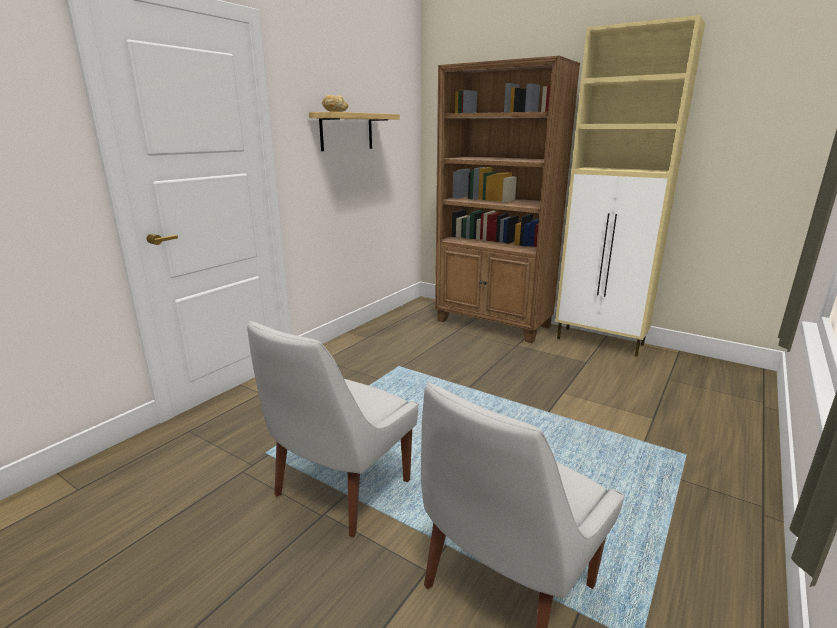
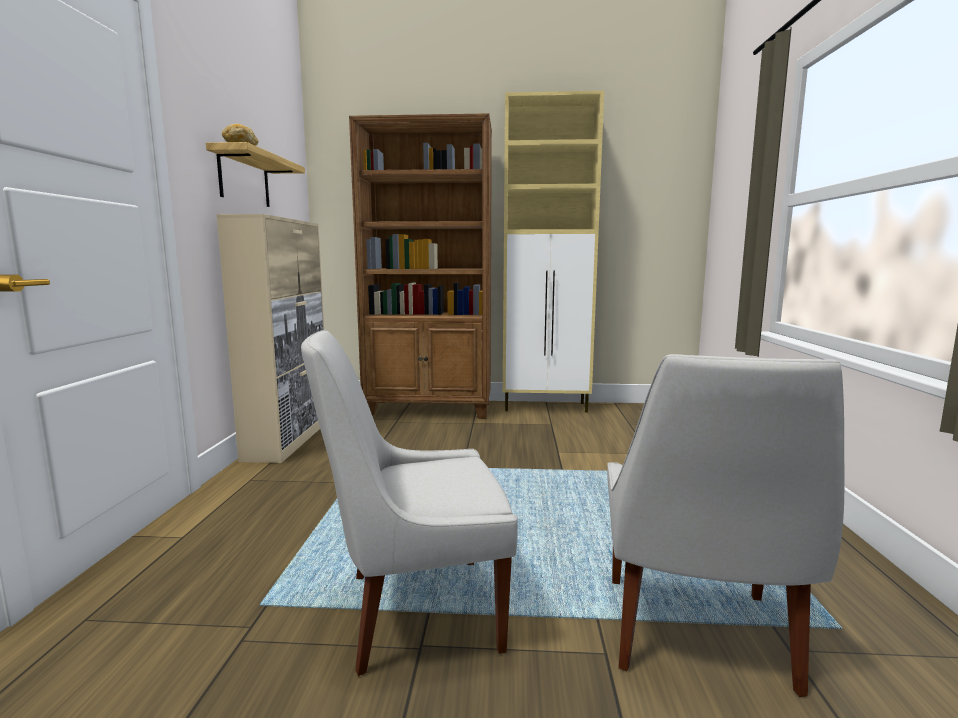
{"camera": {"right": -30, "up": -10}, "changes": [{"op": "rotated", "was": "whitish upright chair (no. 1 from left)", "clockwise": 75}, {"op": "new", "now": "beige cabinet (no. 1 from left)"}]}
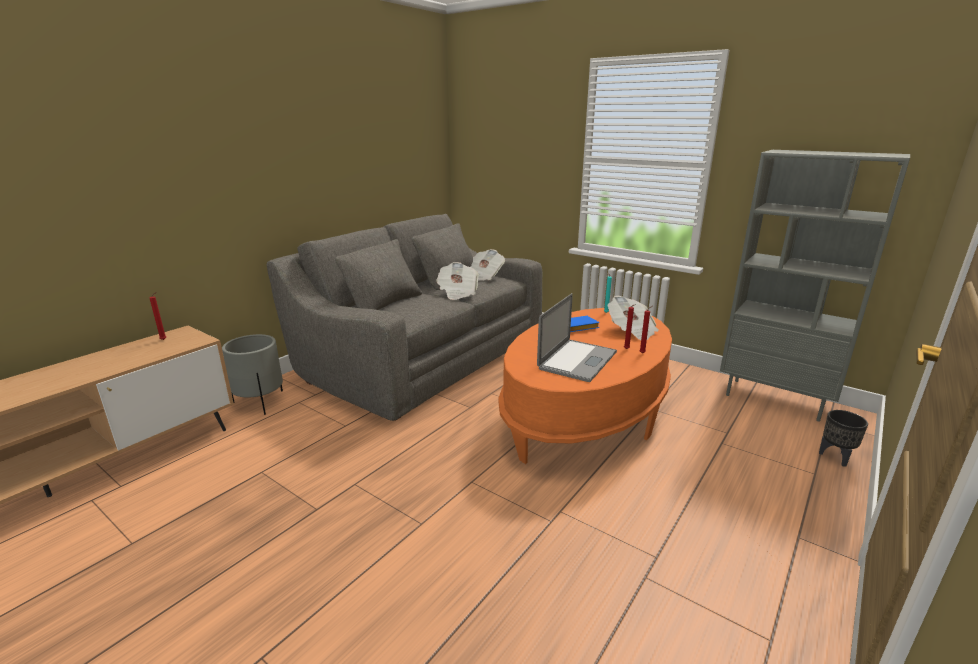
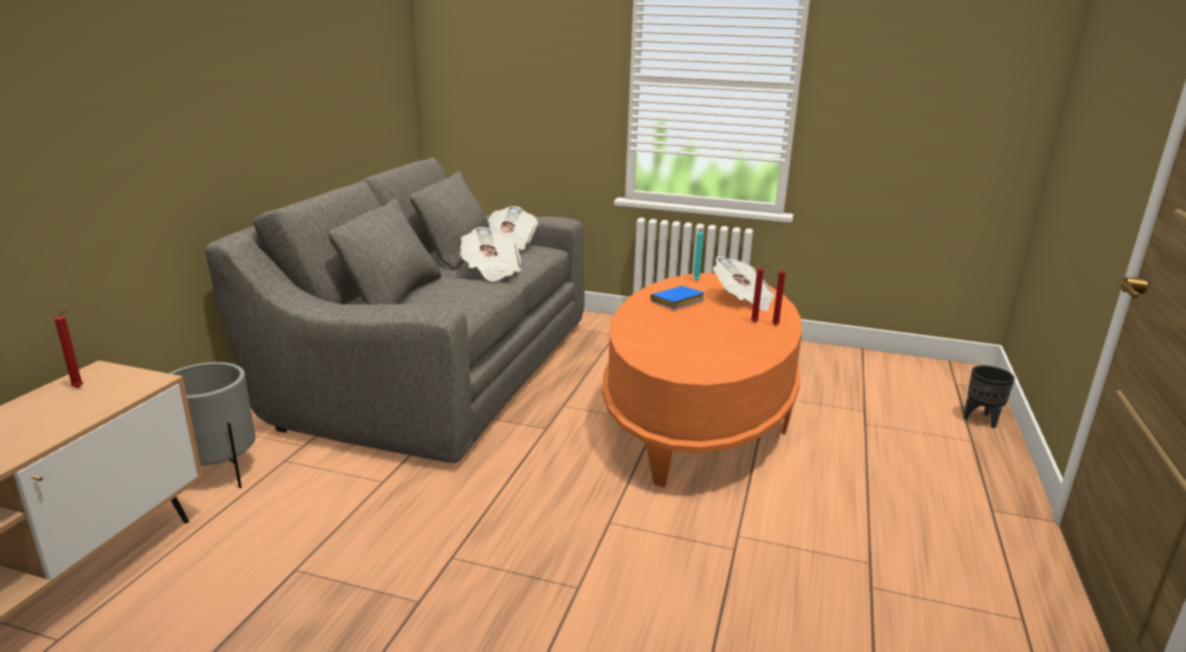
{"camera": {"right": -20, "up": 0}, "changes": [{"op": "gone", "was": "greyish bookshelf"}, {"op": "gone", "was": "notebook computer"}]}
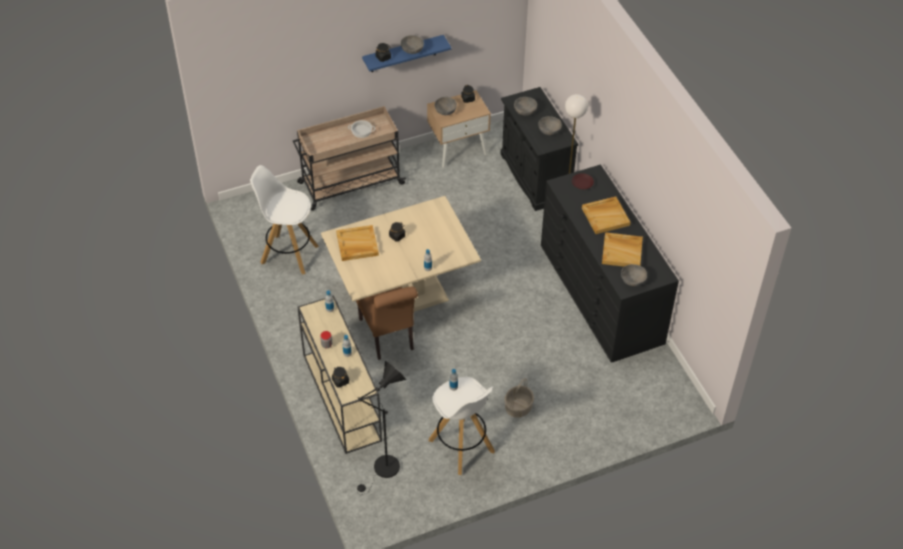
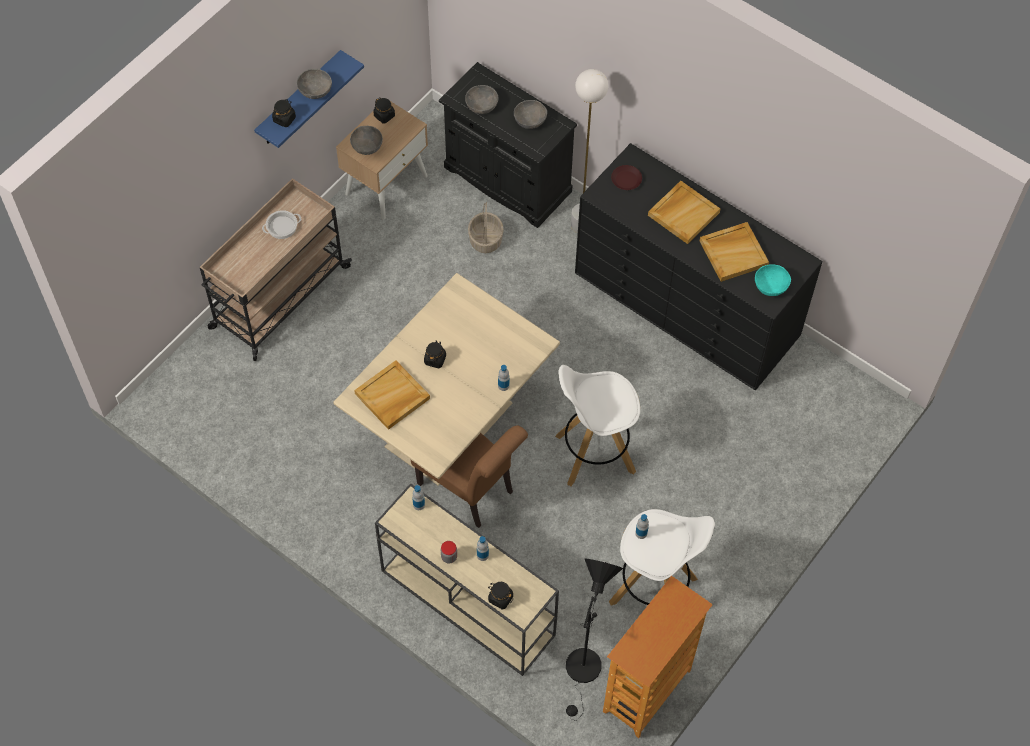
{"camera": {"right": -30, "up": 10}, "changes": [{"op": "shifted", "was": "whitish stool seat (no. 1 from left)"}, {"op": "repainted", "was": "greyish bowl (no. 5 from left)", "now": "blue-green bowl"}, {"op": "shifted", "was": "household basket"}, {"op": "new", "now": "bookshelf"}]}
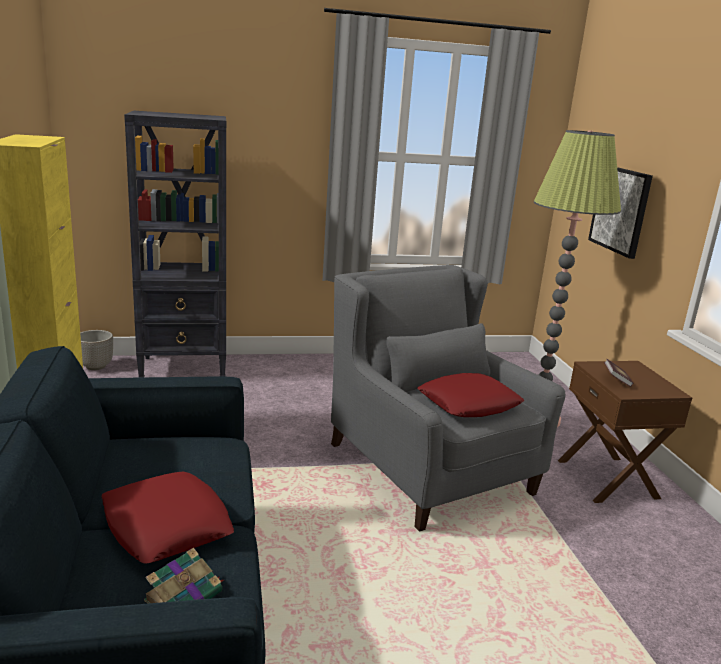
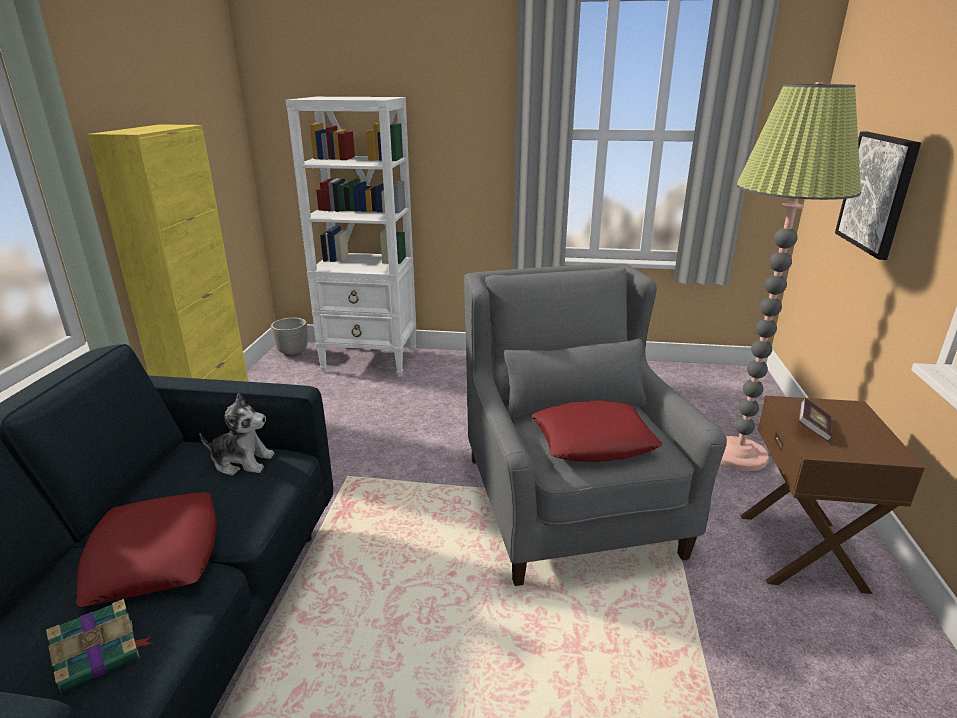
{"camera": {"right": 20, "up": 5}, "changes": [{"op": "repainted", "was": "blackish bookshelf", "now": "whitish bookshelf"}, {"op": "new", "now": "plush toy"}]}
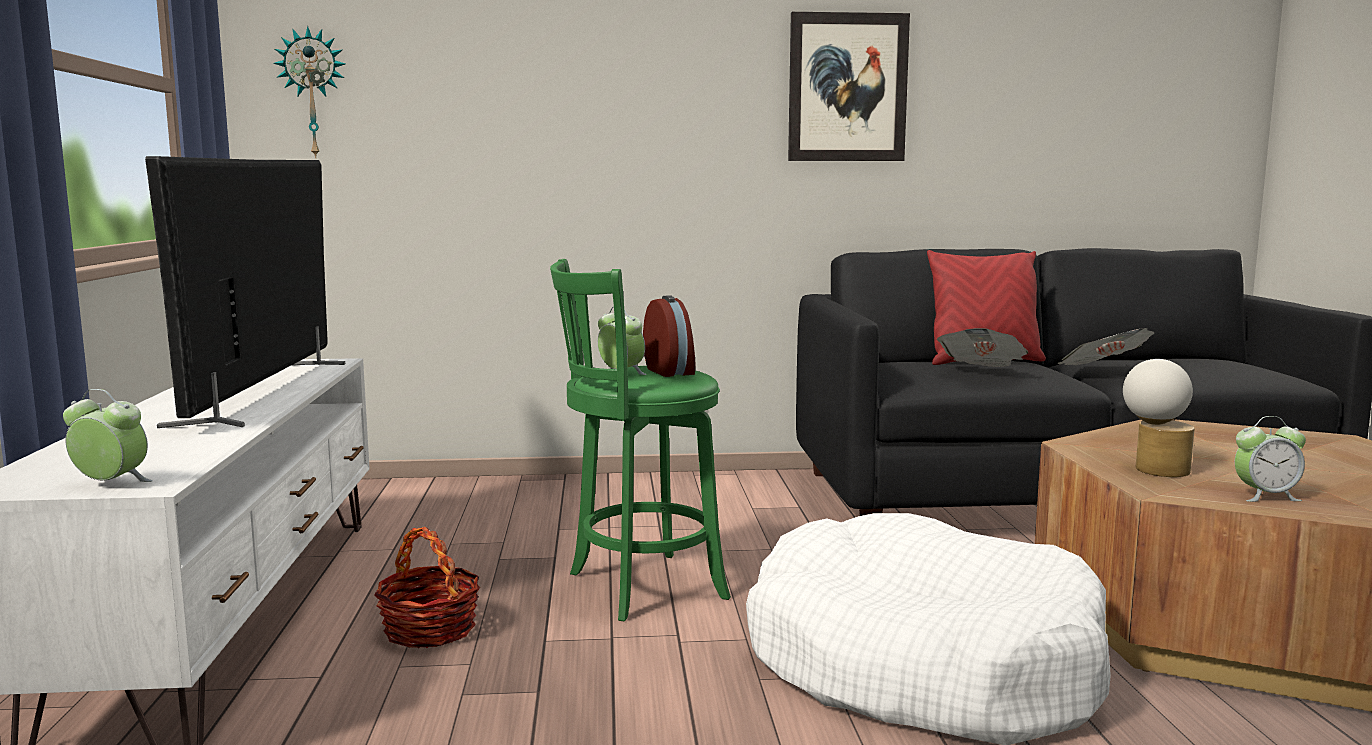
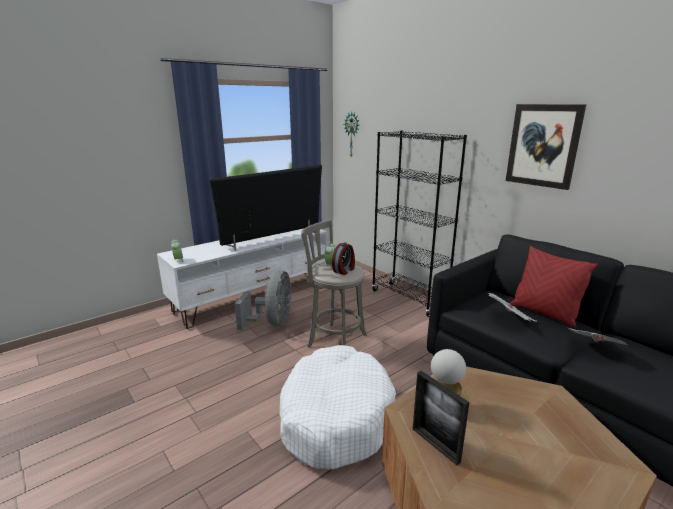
{"camera": {"right": 55, "up": 10}, "changes": [{"op": "repainted", "was": "greenish stool seat", "now": "greyish stool seat"}, {"op": "swapped", "was": "bedside clock (no. 4 from left)", "now": "picture frame"}, {"op": "swapped", "was": "household basket", "now": "greyish electric fan"}, {"op": "new", "now": "blackish bookshelf"}]}
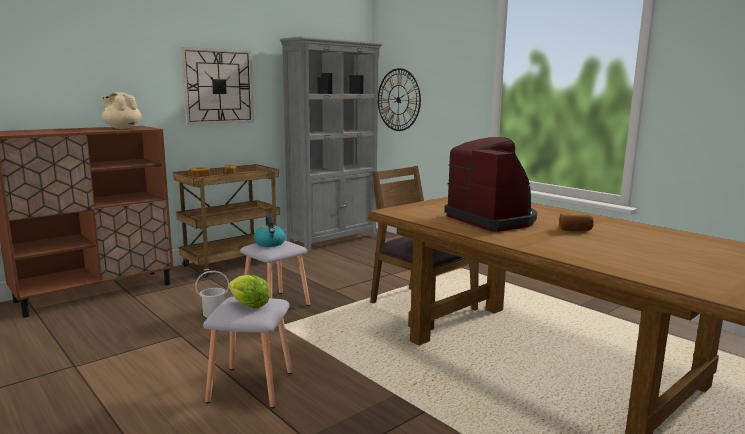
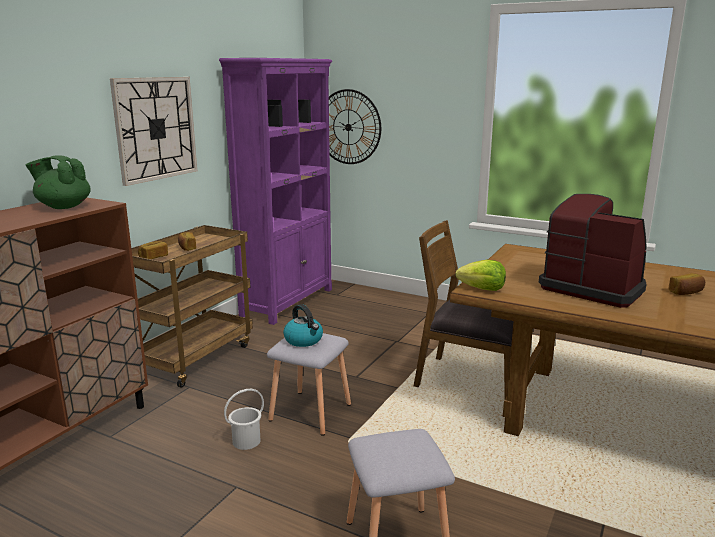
{"camera": {"right": -20, "up": 5}, "changes": [{"op": "repainted", "was": "greyish bookshelf", "now": "purple bookshelf"}, {"op": "repainted", "was": "beige teapot", "now": "greenish teapot"}, {"op": "shifted", "was": "lettuce head"}]}
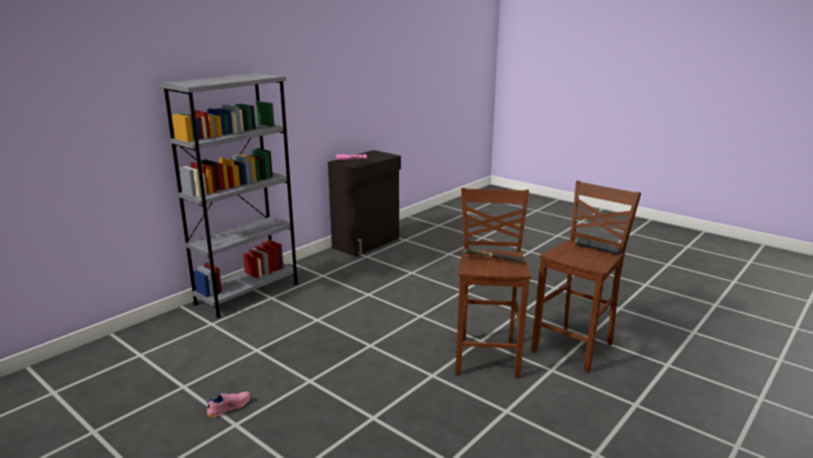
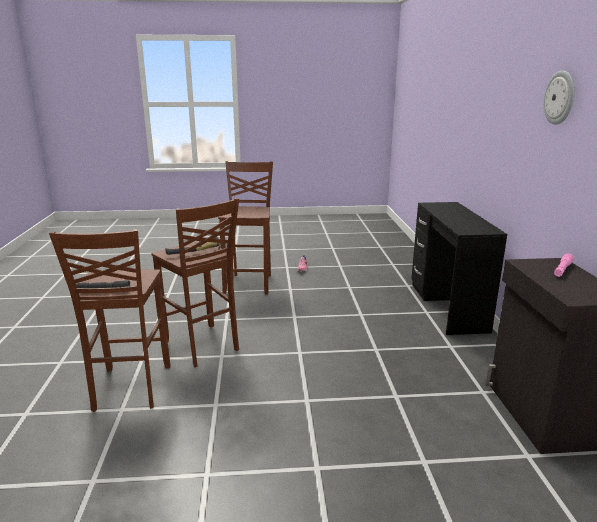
{"camera": {"right": 135, "up": 0}, "changes": [{"op": "swapped", "was": "greyish bookshelf", "now": "blackish desk"}, {"op": "new", "now": "wall clock"}, {"op": "new", "now": "brown-coloured stool seat (no. 3 from left)"}]}
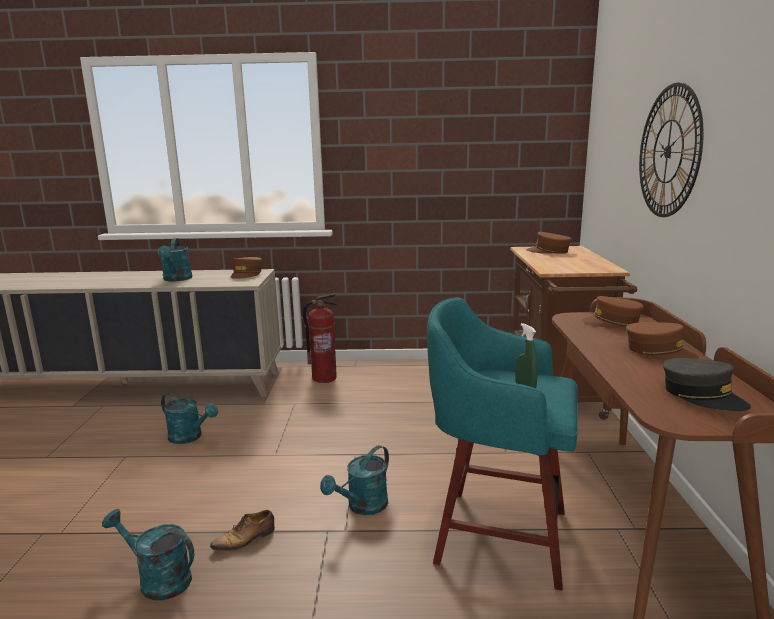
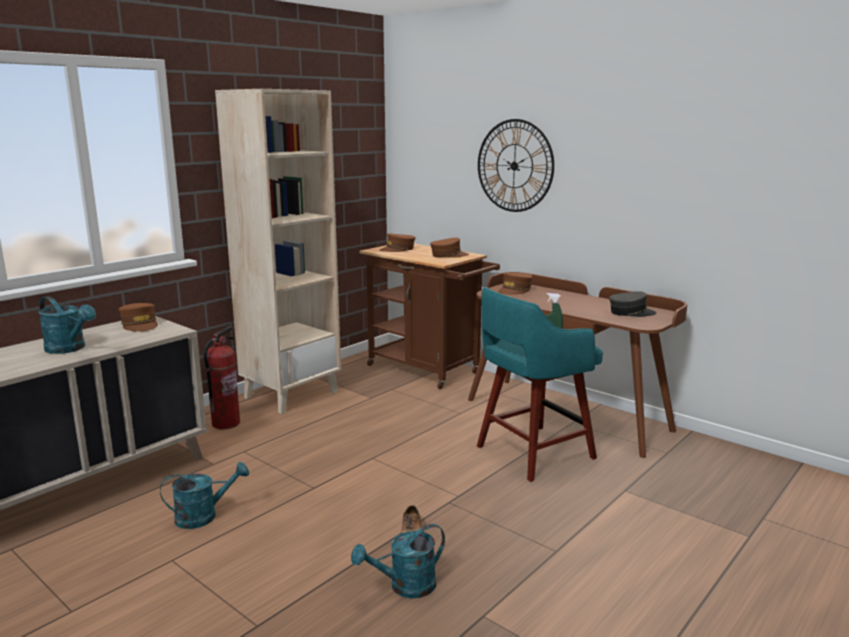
{"camera": {"right": -50, "up": 0}, "changes": [{"op": "shifted", "was": "brown-coloured cap (no. 4 from left in the first image)", "now": "brown-coloured cap (no. 3 from left)"}, {"op": "gone", "was": "blue-green watering can (no. 4 from left)"}, {"op": "new", "now": "beige bookshelf"}]}
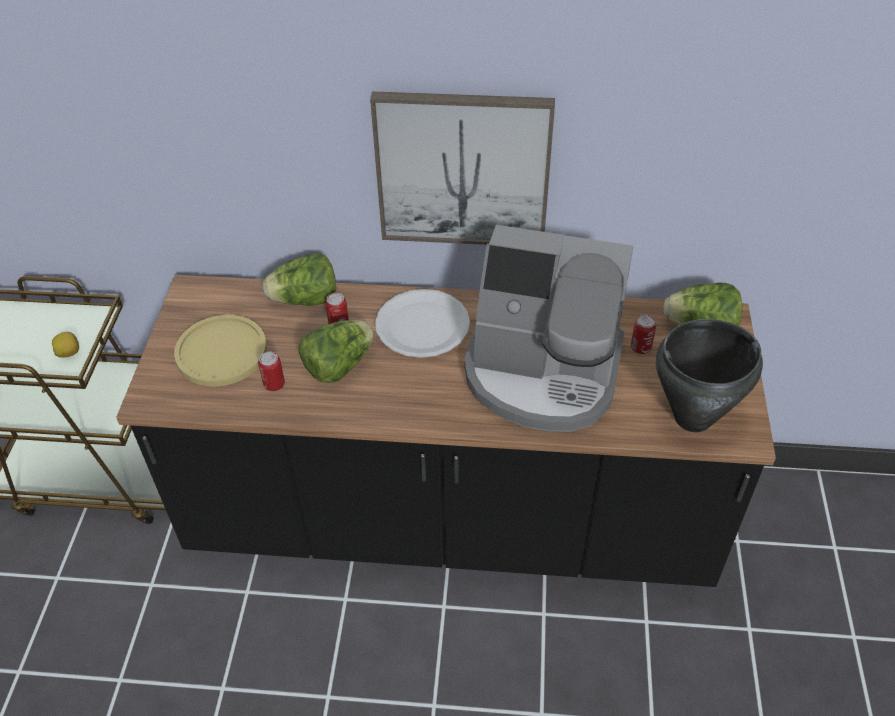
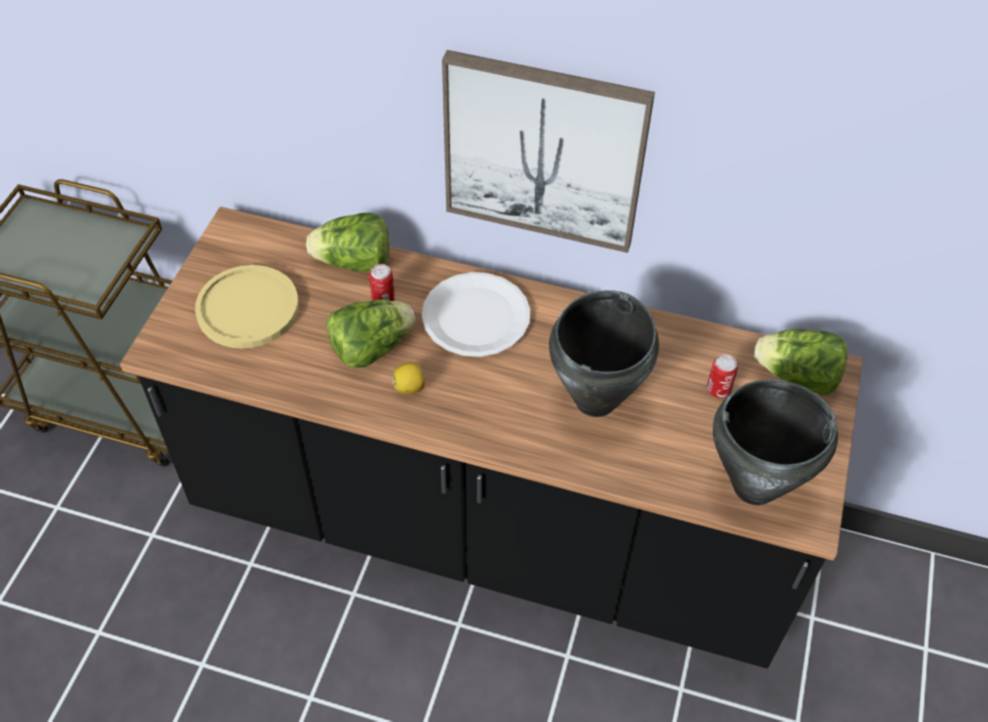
{"camera": {"right": 10, "up": 5}, "changes": [{"op": "swapped", "was": "coffee machine", "now": "blackish cooking pot (no. 1 from left)"}, {"op": "shifted", "was": "whole lemon"}, {"op": "gone", "was": "sealed can (no. 1 from left)"}]}
